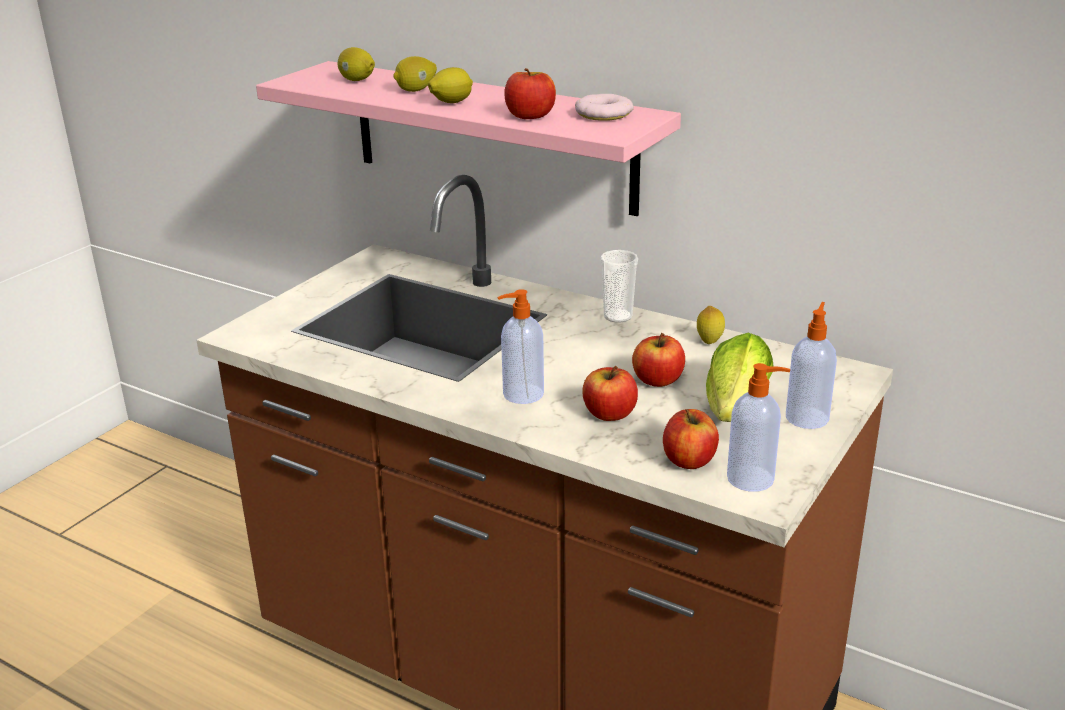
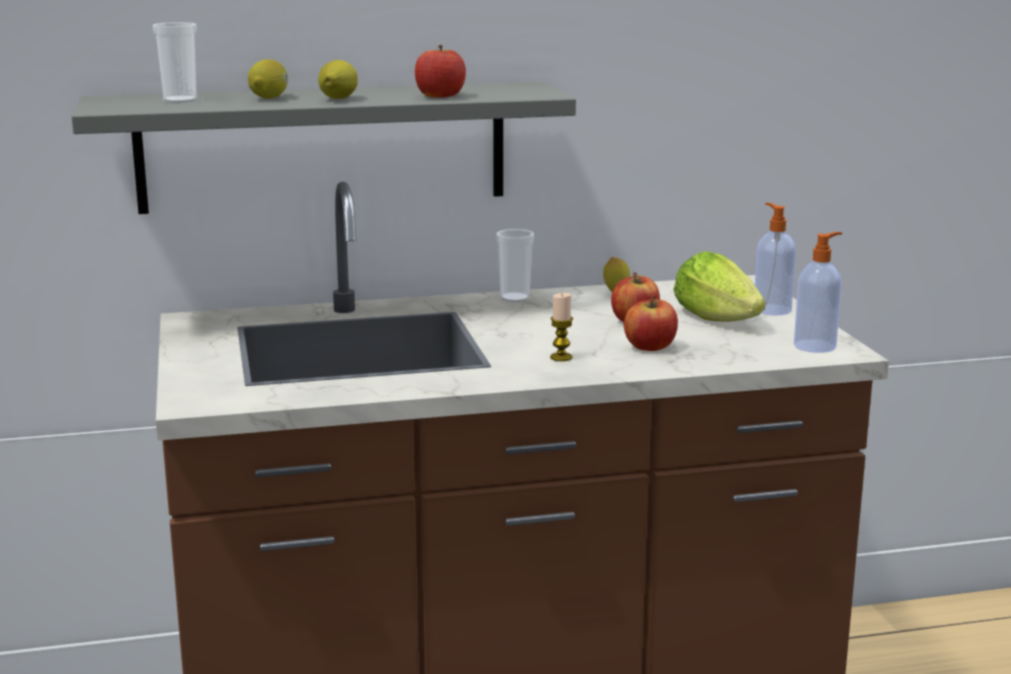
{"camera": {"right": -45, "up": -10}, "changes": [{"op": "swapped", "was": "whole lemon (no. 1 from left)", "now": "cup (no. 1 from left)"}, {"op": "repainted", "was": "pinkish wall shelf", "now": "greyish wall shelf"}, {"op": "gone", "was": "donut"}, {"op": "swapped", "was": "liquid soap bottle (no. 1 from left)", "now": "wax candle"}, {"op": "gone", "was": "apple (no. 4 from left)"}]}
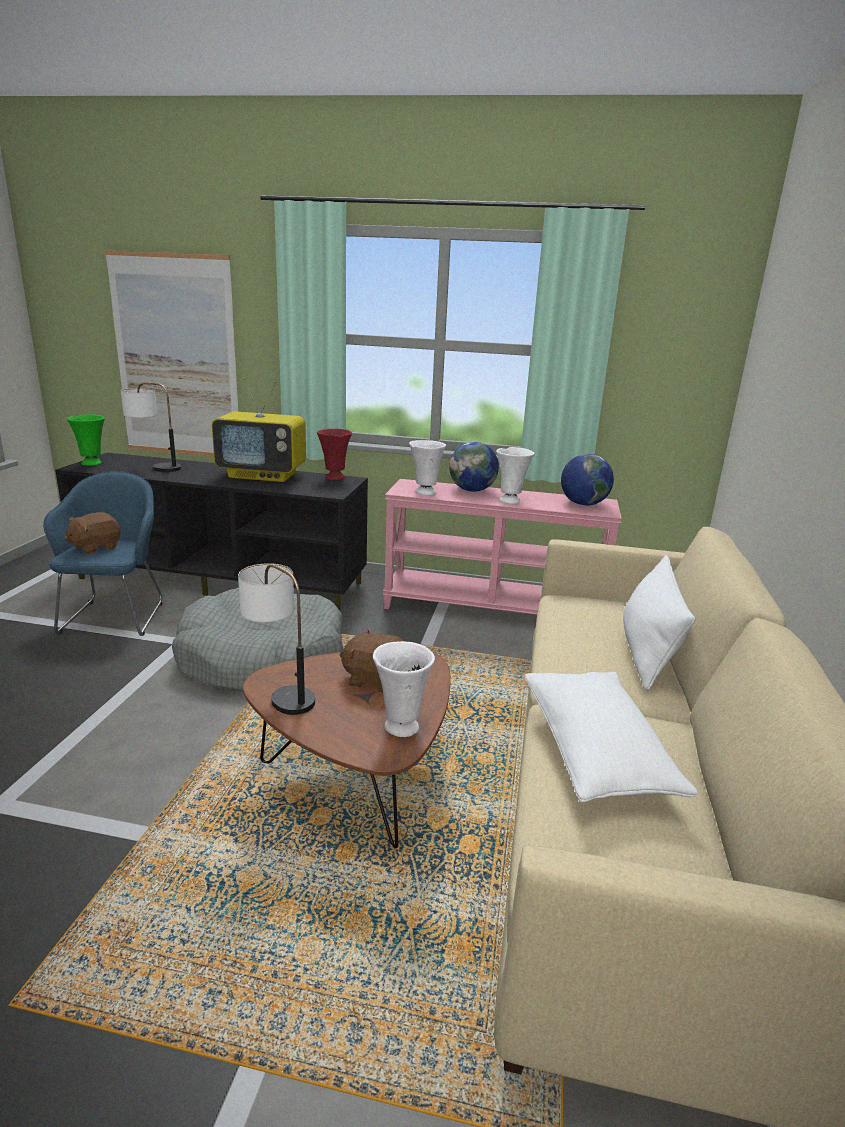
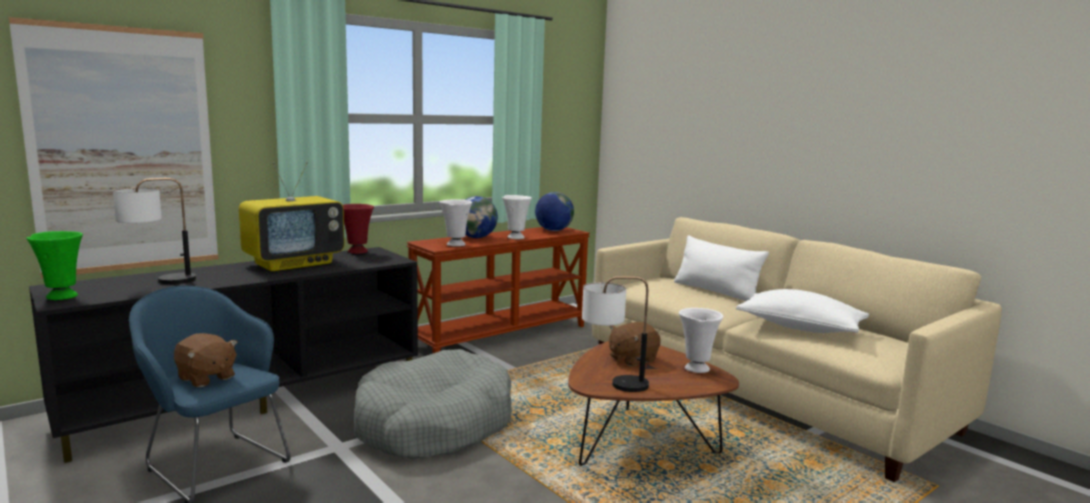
{"camera": {"right": -50, "up": -10}, "changes": [{"op": "repainted", "was": "pinkish console table", "now": "brown-coloured console table"}, {"op": "rotated", "was": "brown-coloured plush toy (no. 1 from left)", "clockwise": -45}]}
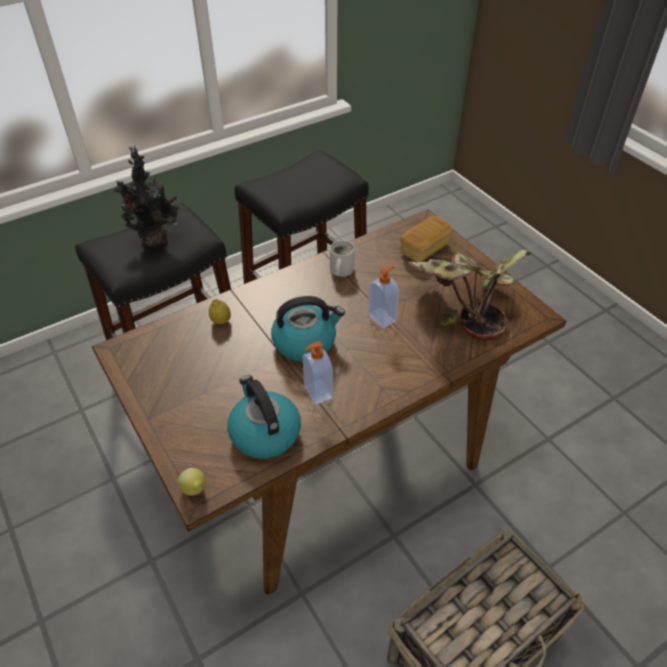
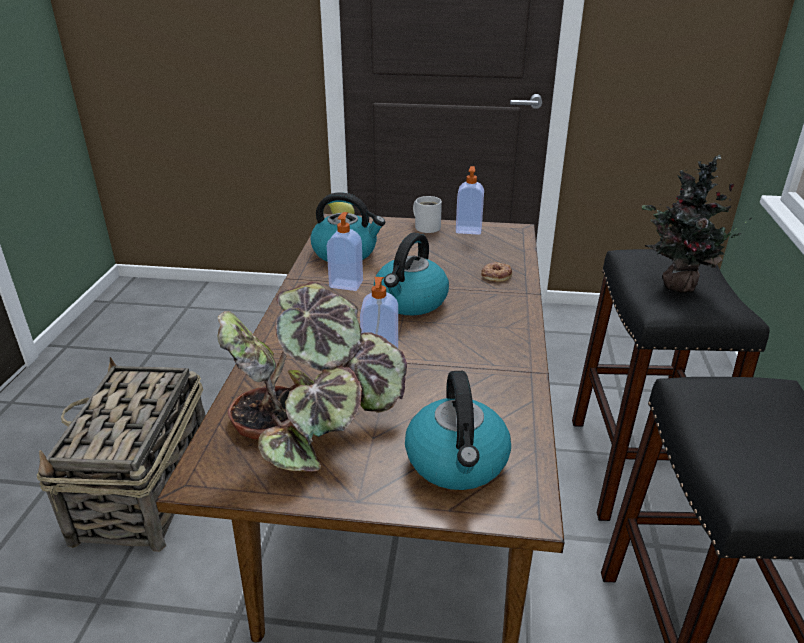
{"camera": {"right": 130, "up": -15}, "changes": [{"op": "swapped", "was": "bakery bread", "now": "kettle (no. 3 from left)"}, {"op": "shifted", "was": "whitish mug"}, {"op": "swapped", "was": "whole lemon (no. 2 from left)", "now": "donut"}, {"op": "new", "now": "liquid soap bottle (no. 3 from left)"}]}
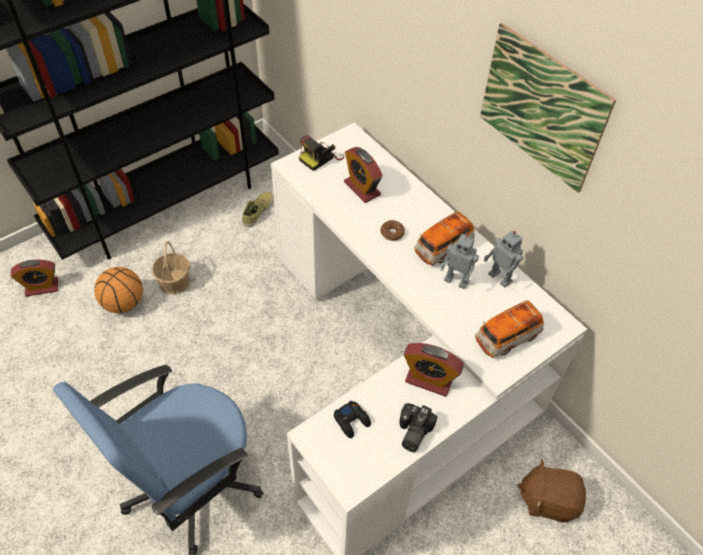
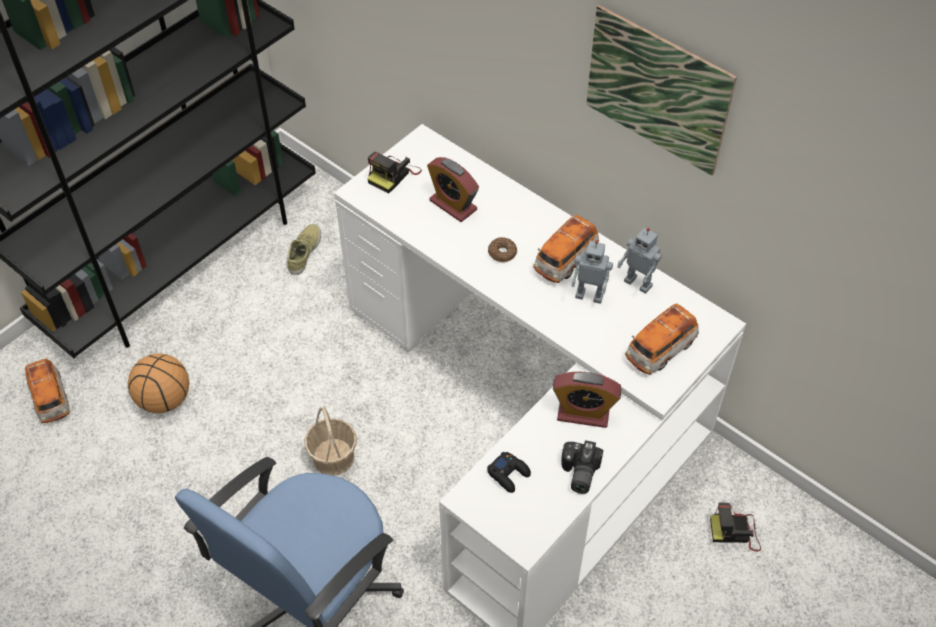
{"camera": {"right": -10, "up": 0}, "changes": [{"op": "shifted", "was": "household basket"}, {"op": "swapped", "was": "bedside clock (no. 1 from left)", "now": "model car (no. 1 from left)"}, {"op": "swapped", "was": "brown-coloured plush toy", "now": "photo camera (no. 3 from left)"}]}
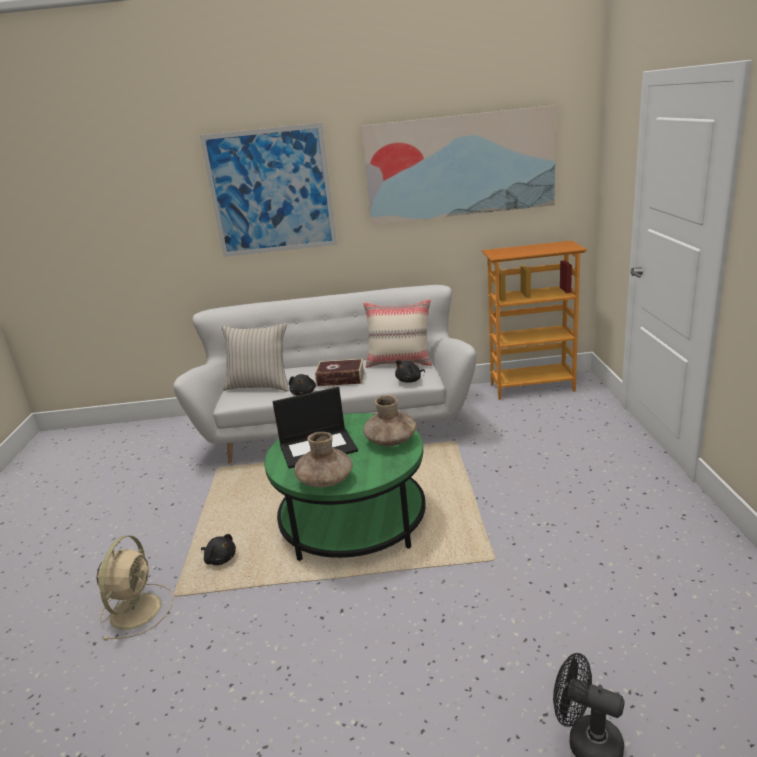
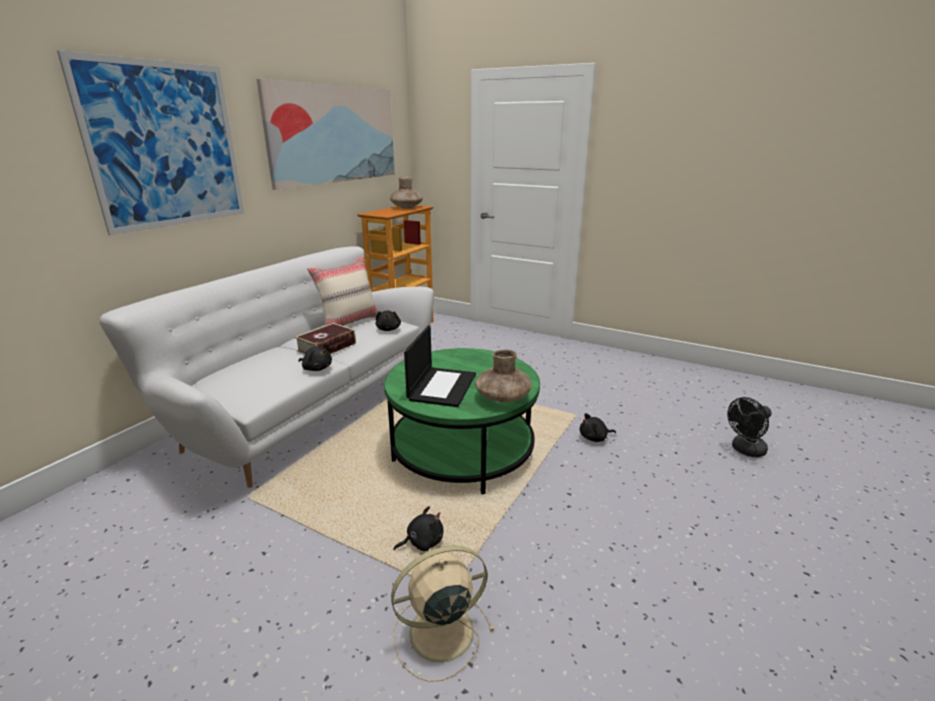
{"camera": {"right": -60, "up": 0}, "changes": [{"op": "gone", "was": "beige throw pillow (no. 1 from left)"}, {"op": "shifted", "was": "brown-coloured decorative vase (no. 2 from left in the first image)", "now": "brown-coloured decorative vase (no. 1 from left)"}, {"op": "rotated", "was": "beige electric fan", "clockwise": -60}, {"op": "new", "now": "blackish plush toy (no. 4 from left)"}]}
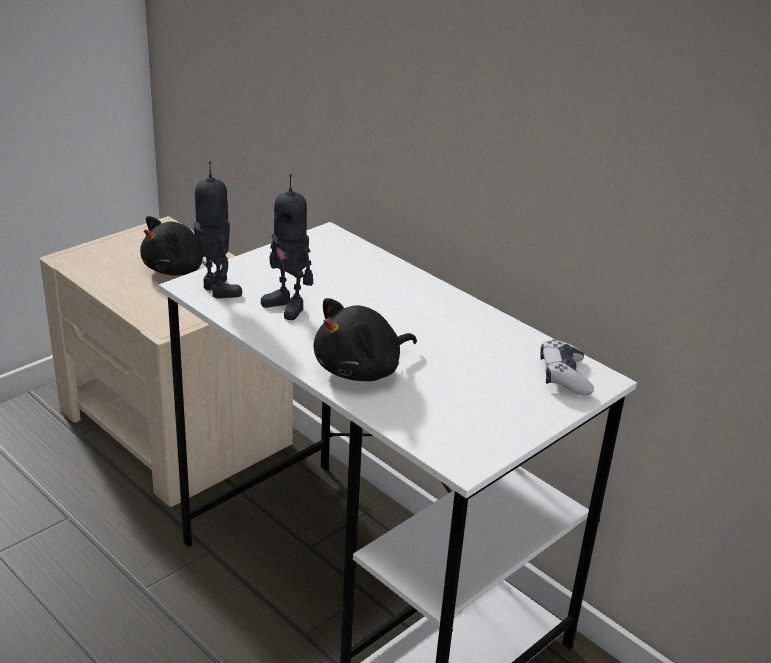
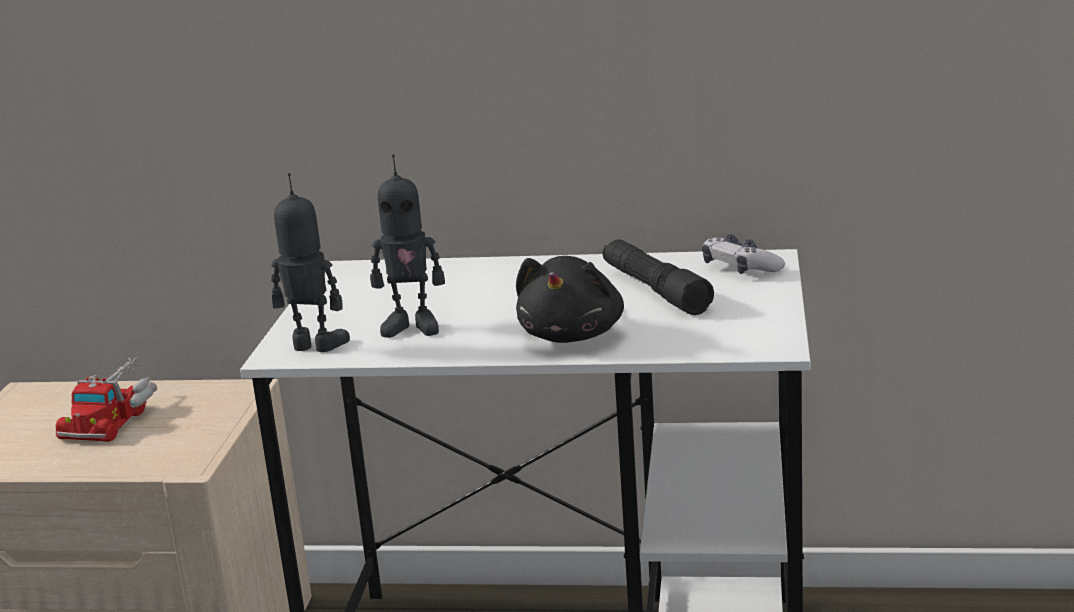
{"camera": {"right": -35, "up": -10}, "changes": [{"op": "swapped", "was": "blackish plush toy (no. 1 from left)", "now": "toy truck"}, {"op": "new", "now": "blackish flashlight"}]}
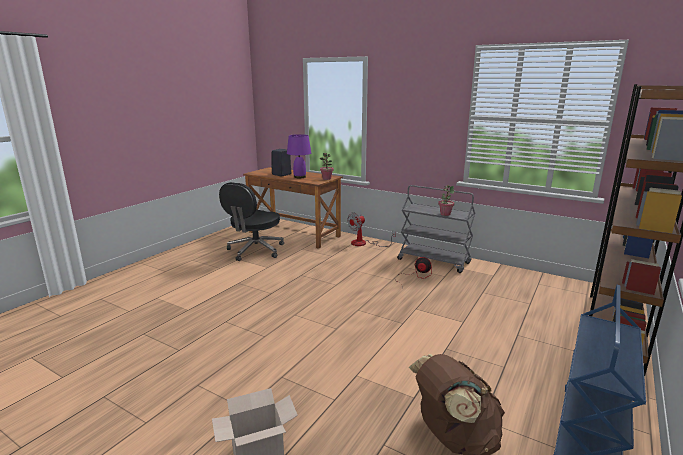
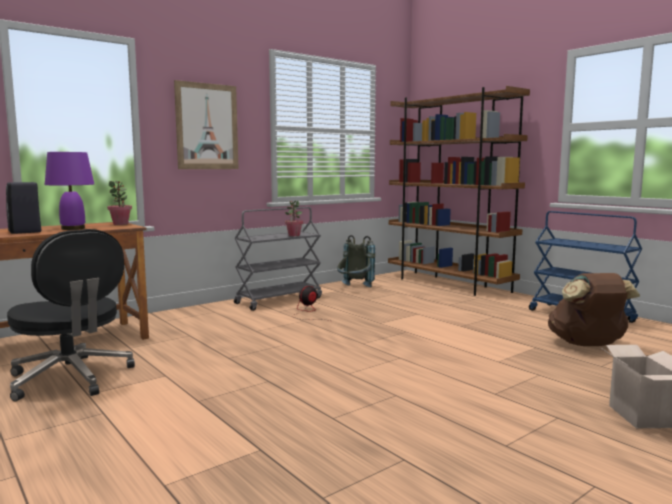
{"camera": {"right": -70, "up": -10}, "changes": [{"op": "gone", "was": "electric fan (no. 1 from left)"}, {"op": "new", "now": "wall picture"}, {"op": "new", "now": "greyish rucksack"}]}
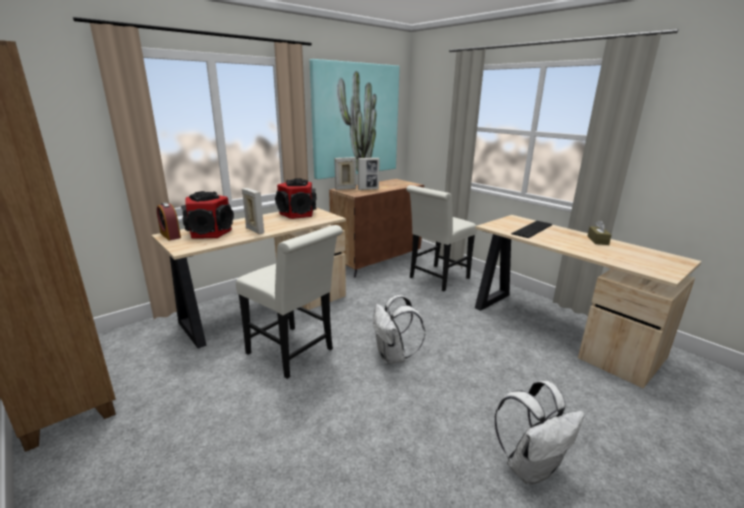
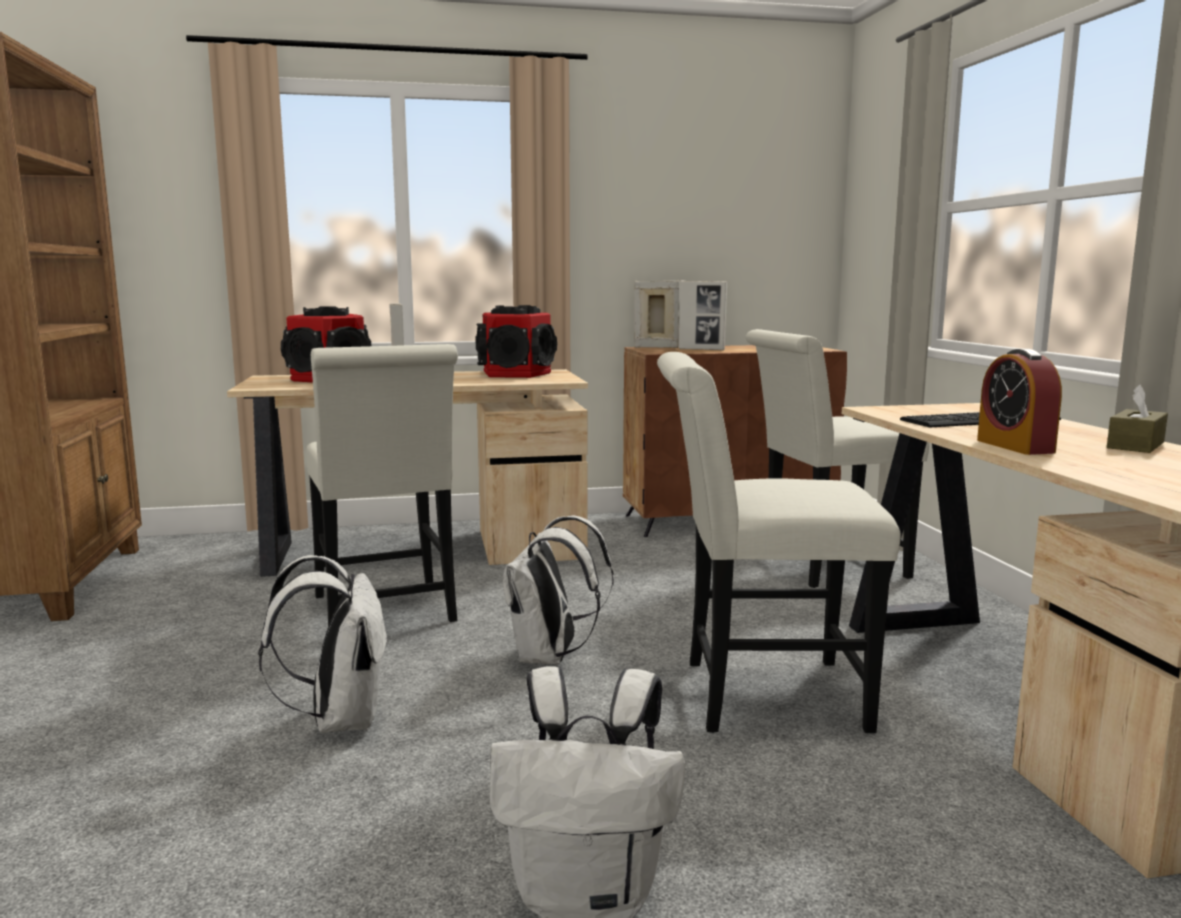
{"camera": {"right": 30, "up": -10}, "changes": [{"op": "gone", "was": "wall picture"}, {"op": "shifted", "was": "bedside clock"}, {"op": "new", "now": "whitish upright chair (no. 2 from left)"}, {"op": "new", "now": "whitish rucksack (no. 1 from left)"}]}
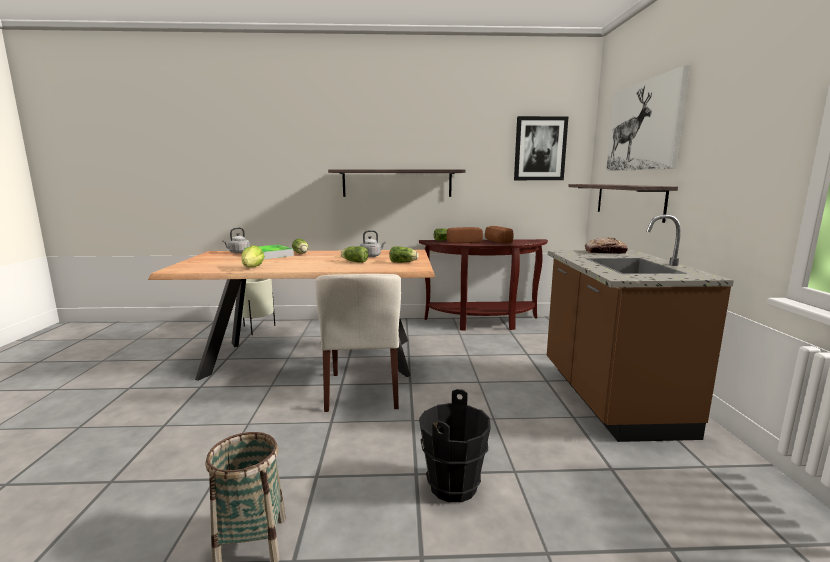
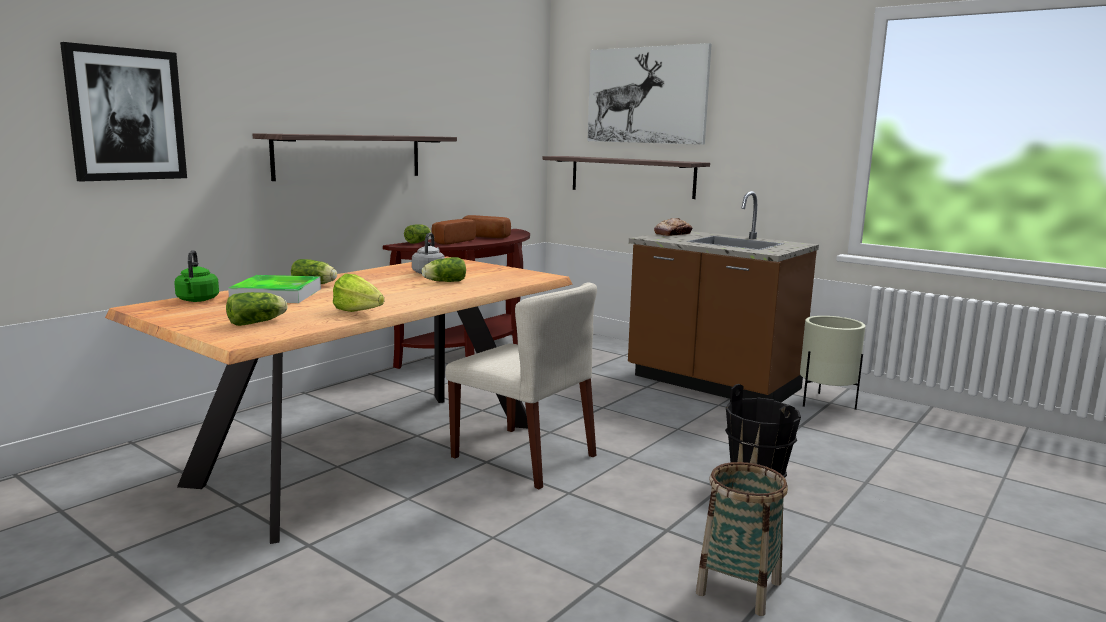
{"camera": {"right": -50, "up": 0}, "changes": [{"op": "shifted", "was": "wall picture (no. 1 from left)"}, {"op": "repainted", "was": "greyish kettle (no. 1 from left)", "now": "greenish kettle"}, {"op": "shifted", "was": "lettuce head (no. 4 from left in the first image)", "now": "lettuce head (no. 1 from left)"}, {"op": "shifted", "was": "beige planter"}]}
